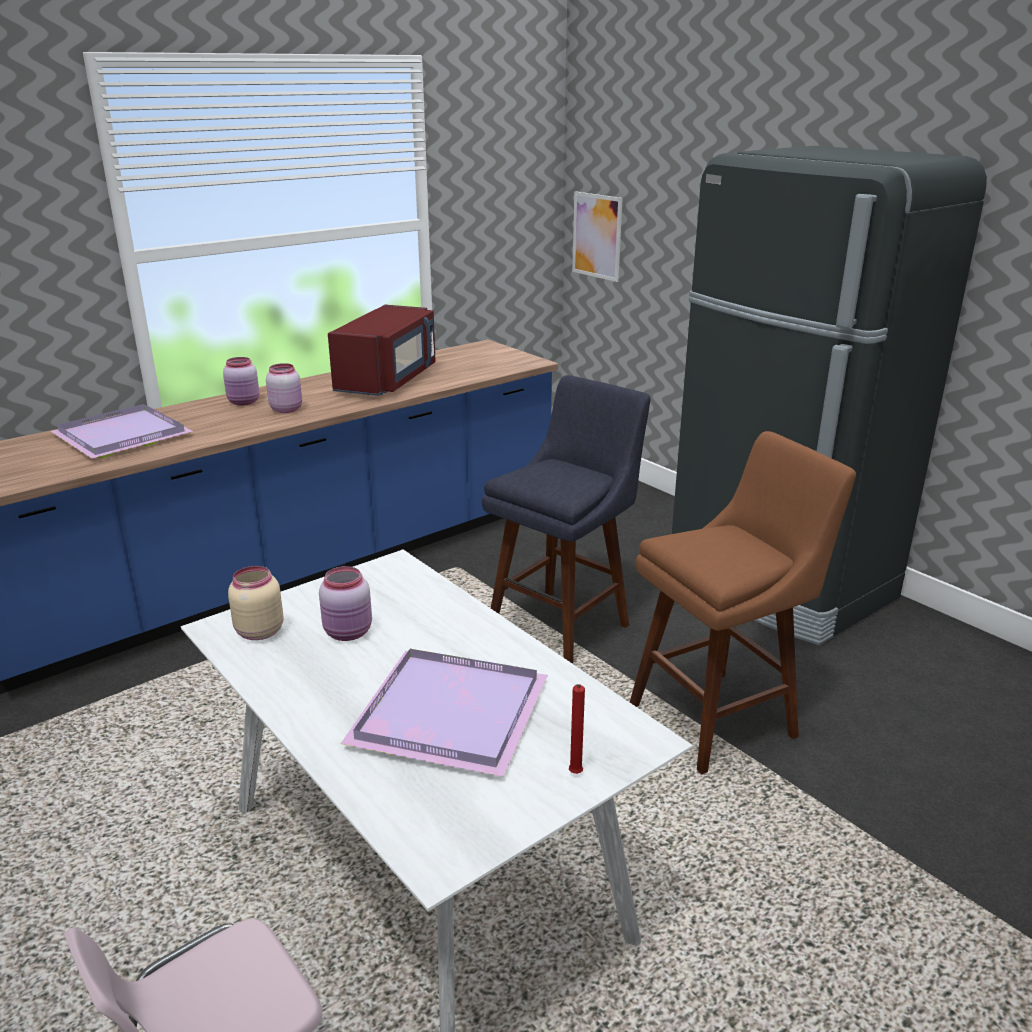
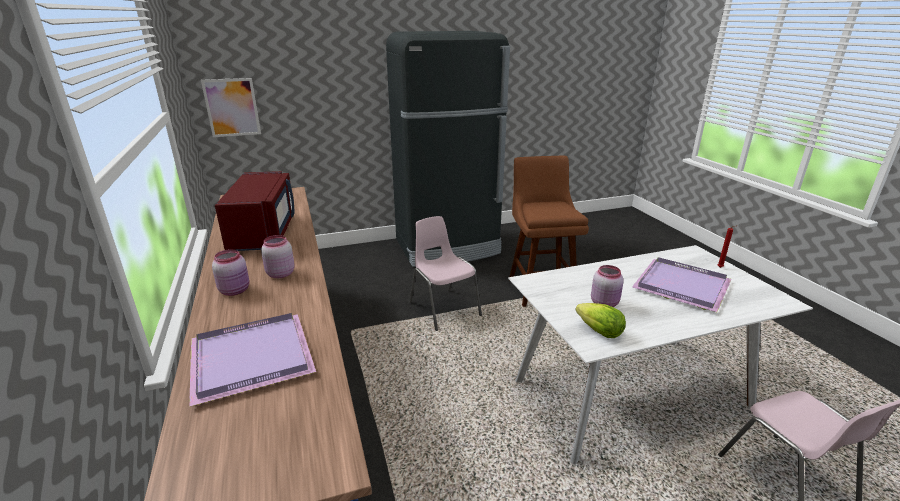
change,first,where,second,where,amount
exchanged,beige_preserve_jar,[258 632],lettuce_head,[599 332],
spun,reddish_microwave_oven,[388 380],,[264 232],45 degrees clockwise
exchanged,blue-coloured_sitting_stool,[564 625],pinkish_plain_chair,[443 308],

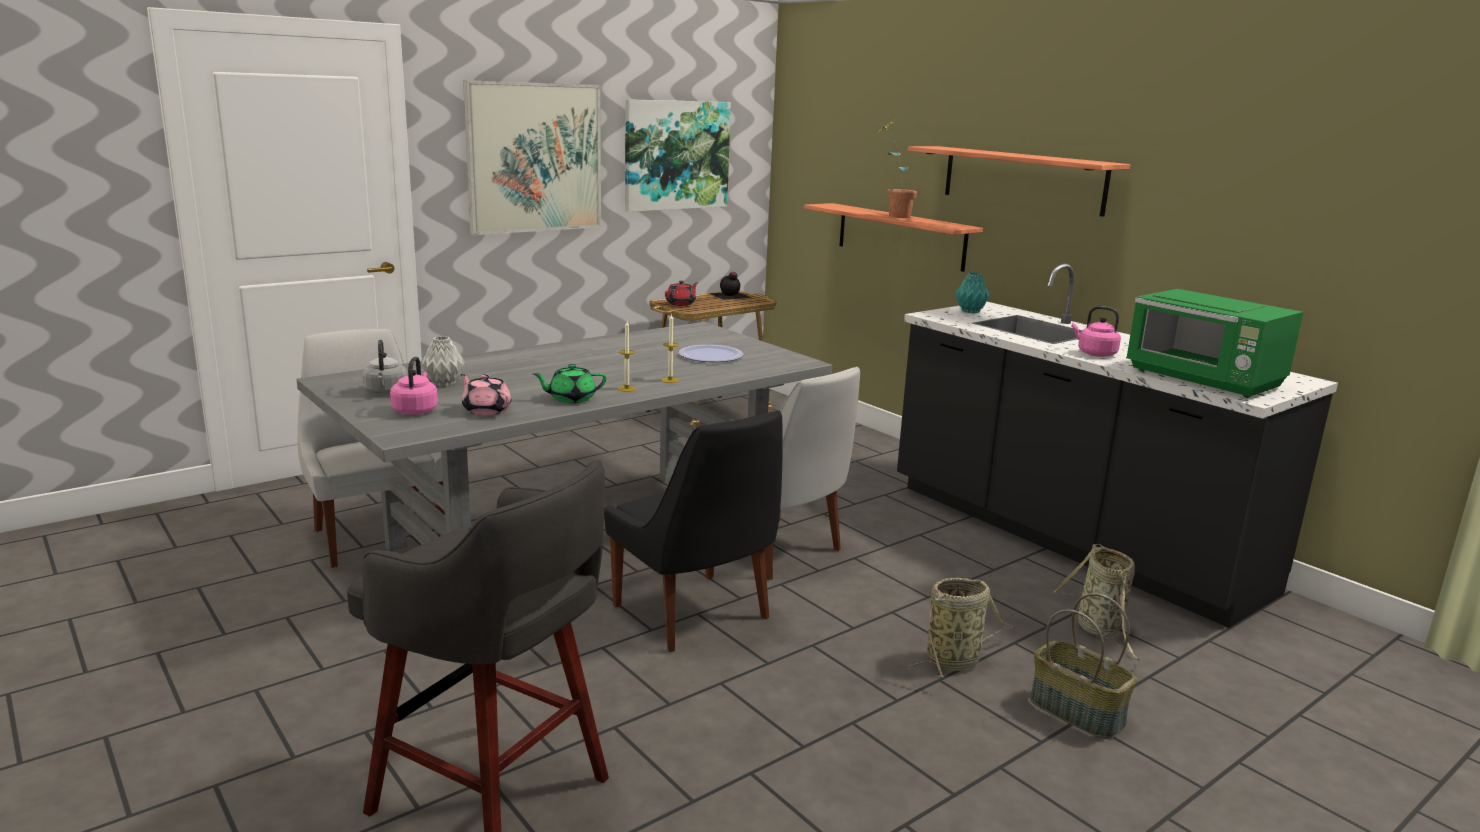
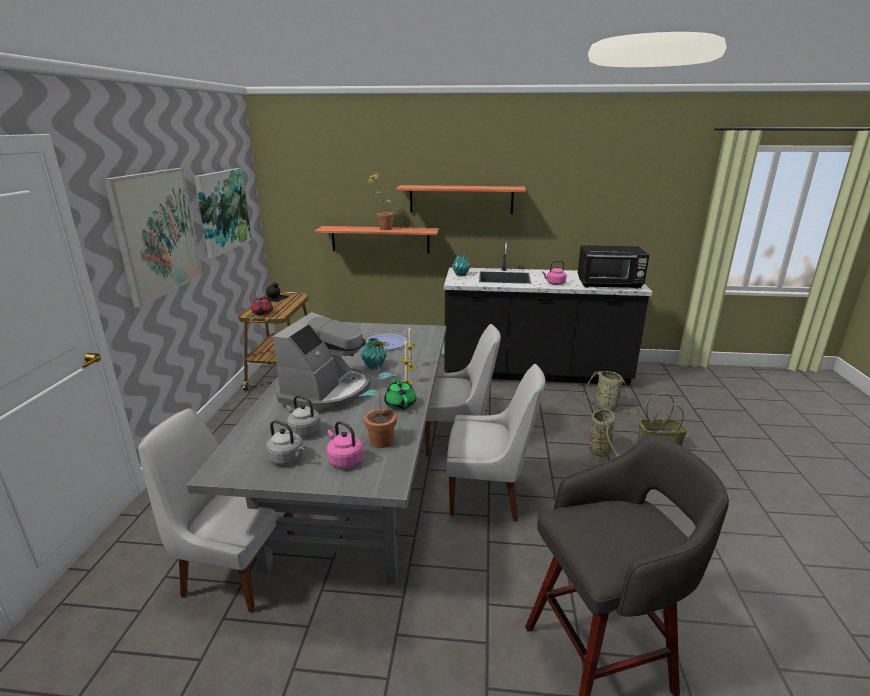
change,first,where,second,where,amount
exchanged,gray_decorative_vase,[444 383],gray_water_kettle,[303 431],
exchanged,pinkish_pot_for_tea,[486 410],potted_plant,[381 436],
spun,green-coloured_pot_for_tea,[571 399],,[400 404],135 degrees clockwise
colour,black-coloured_plain_chair,[694 614],whitish_plain_chair,[489 495],
colour,green-coloured_microwave_oven,[1204 380],black-coloured_microwave_oven,[610 284],
appeared,,,coffee_maker,[327 392],
appeared,,,turquoise-coloured_decorative_vase,[374 366],

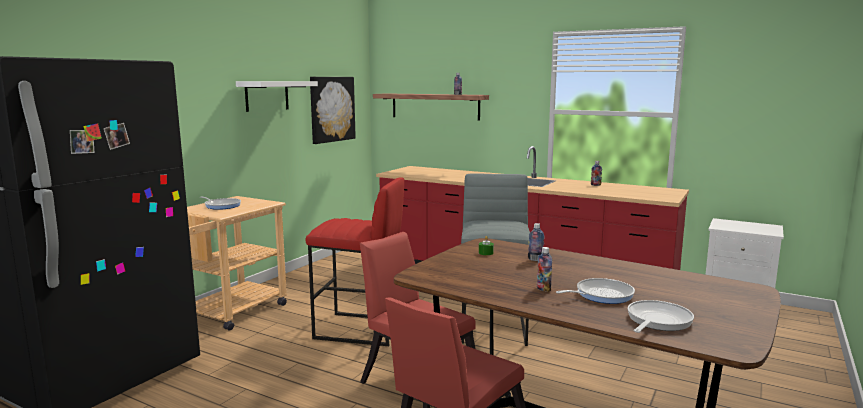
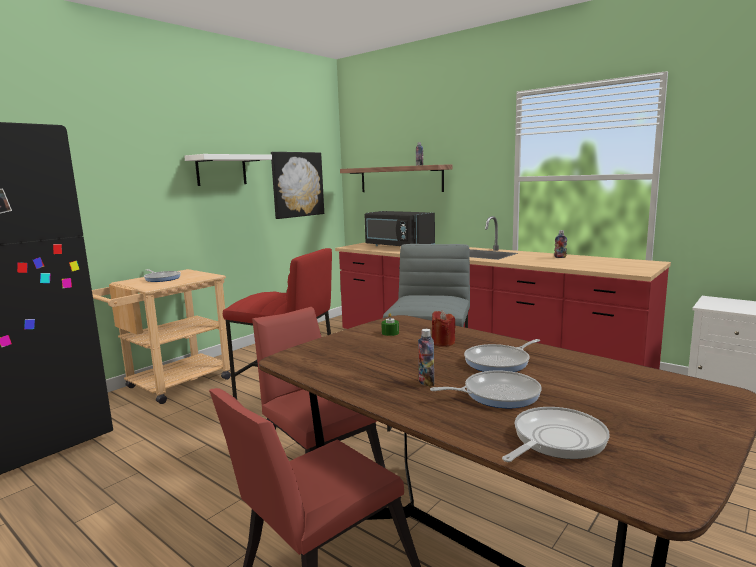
change,first,where,second,where,amount
exchanged,bottle,[535 259],reddish_wax_candle,[443 342],
appeared,,,black-coloured_microwave_oven,[397 246],
appeared,,,frying_pan,[499 362],

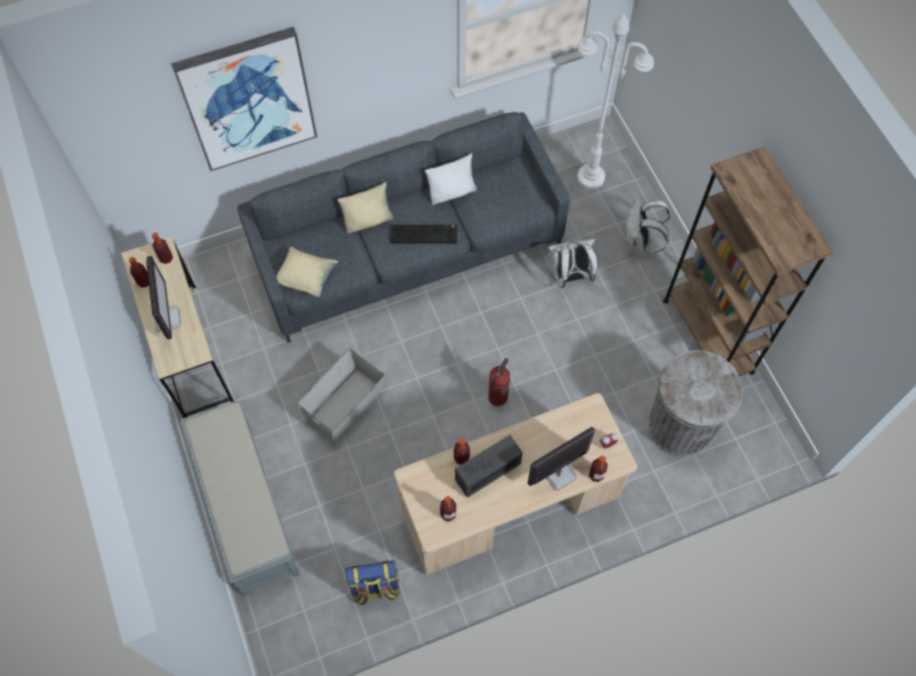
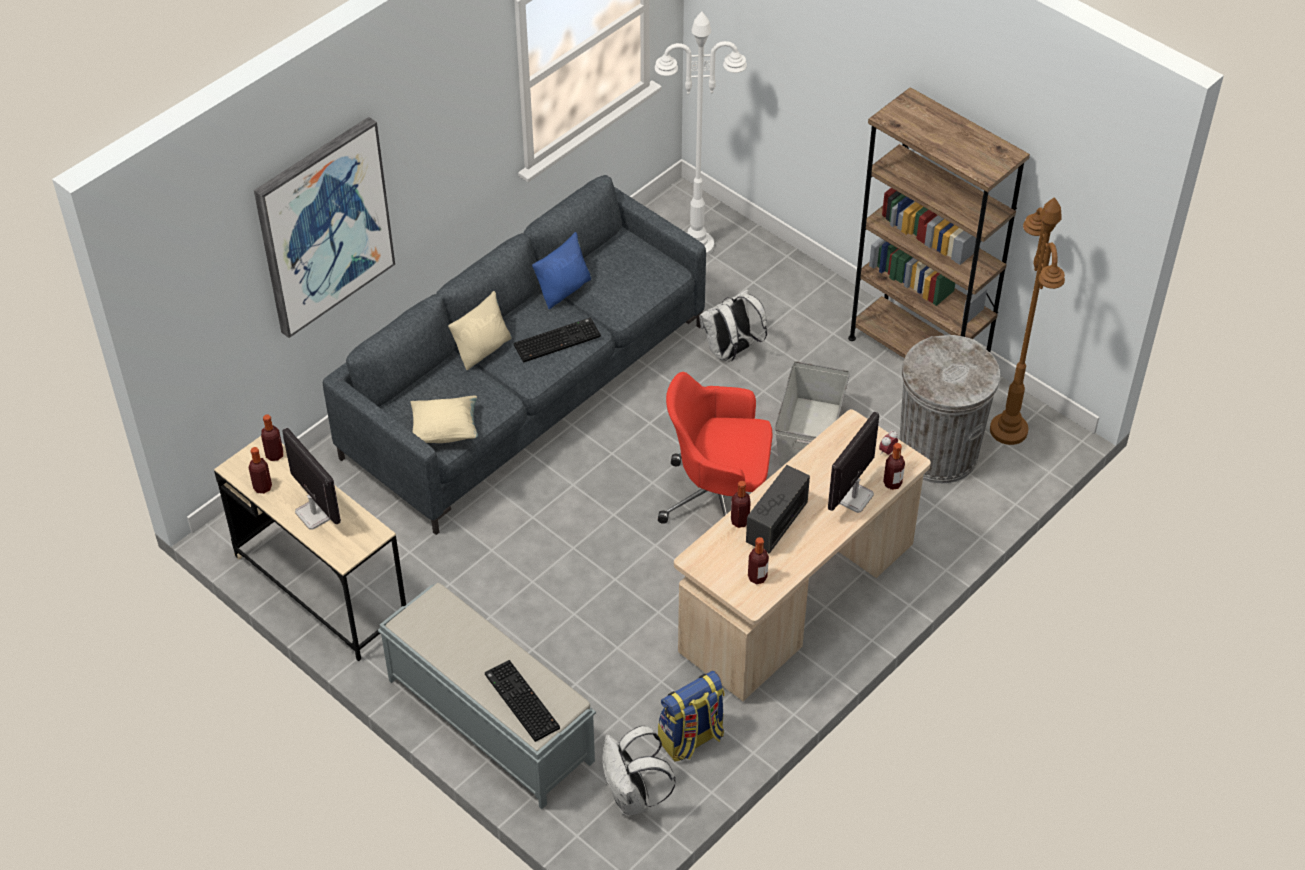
change,first,where,second,where,amount
relocated,gray_storage_bin,[344 405],,[809 435],
colour,whitish_cushion,[452 192],blue-coloured_cushion,[564 289],
exchanged,extinguisher,[497 396],reddish_computer_chair,[718 499],
relocated,whitish_backpack,[639 244],,[633 798],
appeared,,,computer_keyboard,[520 701],
appeared,,,brown_floor_lamp,[1009 430],

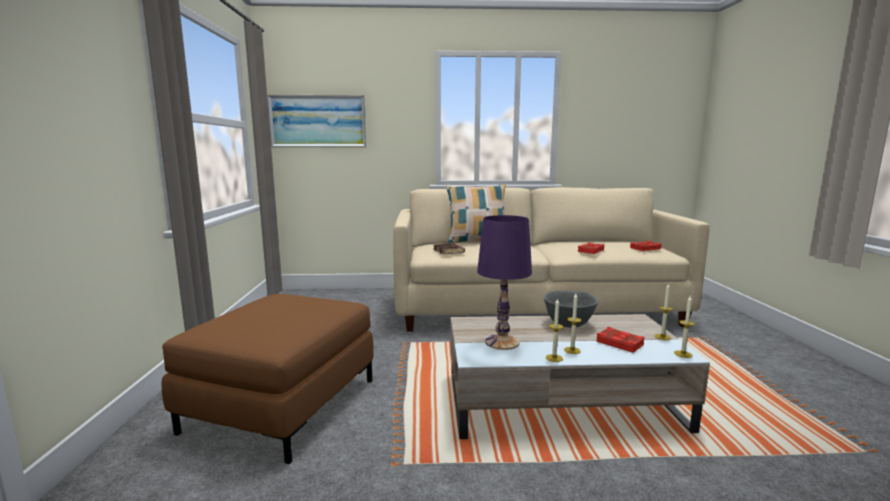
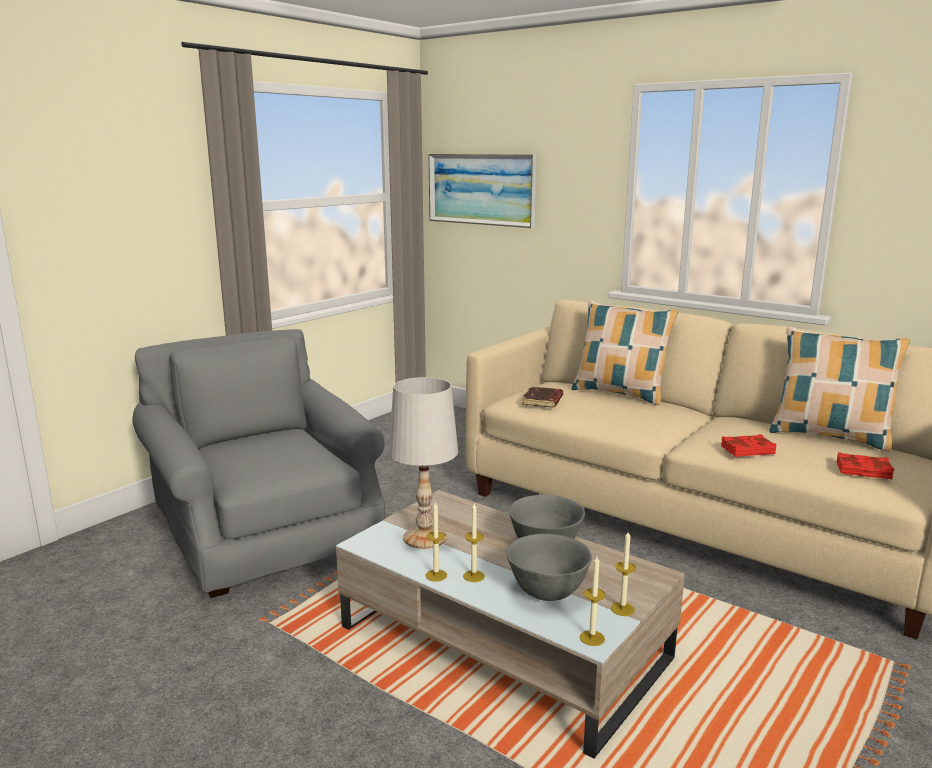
change,first,where,second,where,amount
exchanged,brown_footrest,[283 405],gray_lounge_chair,[265 529],
colour,purple-coloured_tabletop_lamp,[502 342],whitish_tabletop_lamp,[425 537],
exchanged,reddish_book,[620 343],gray_bowl,[547 592],
appeared,,,cushion,[829 436],

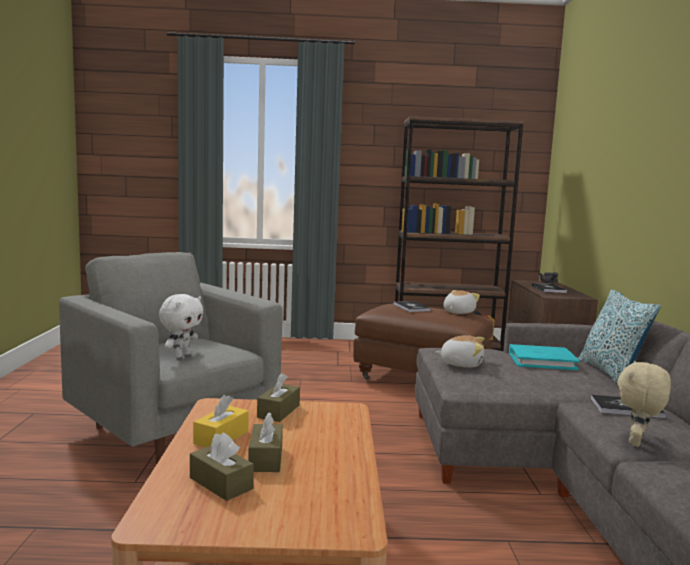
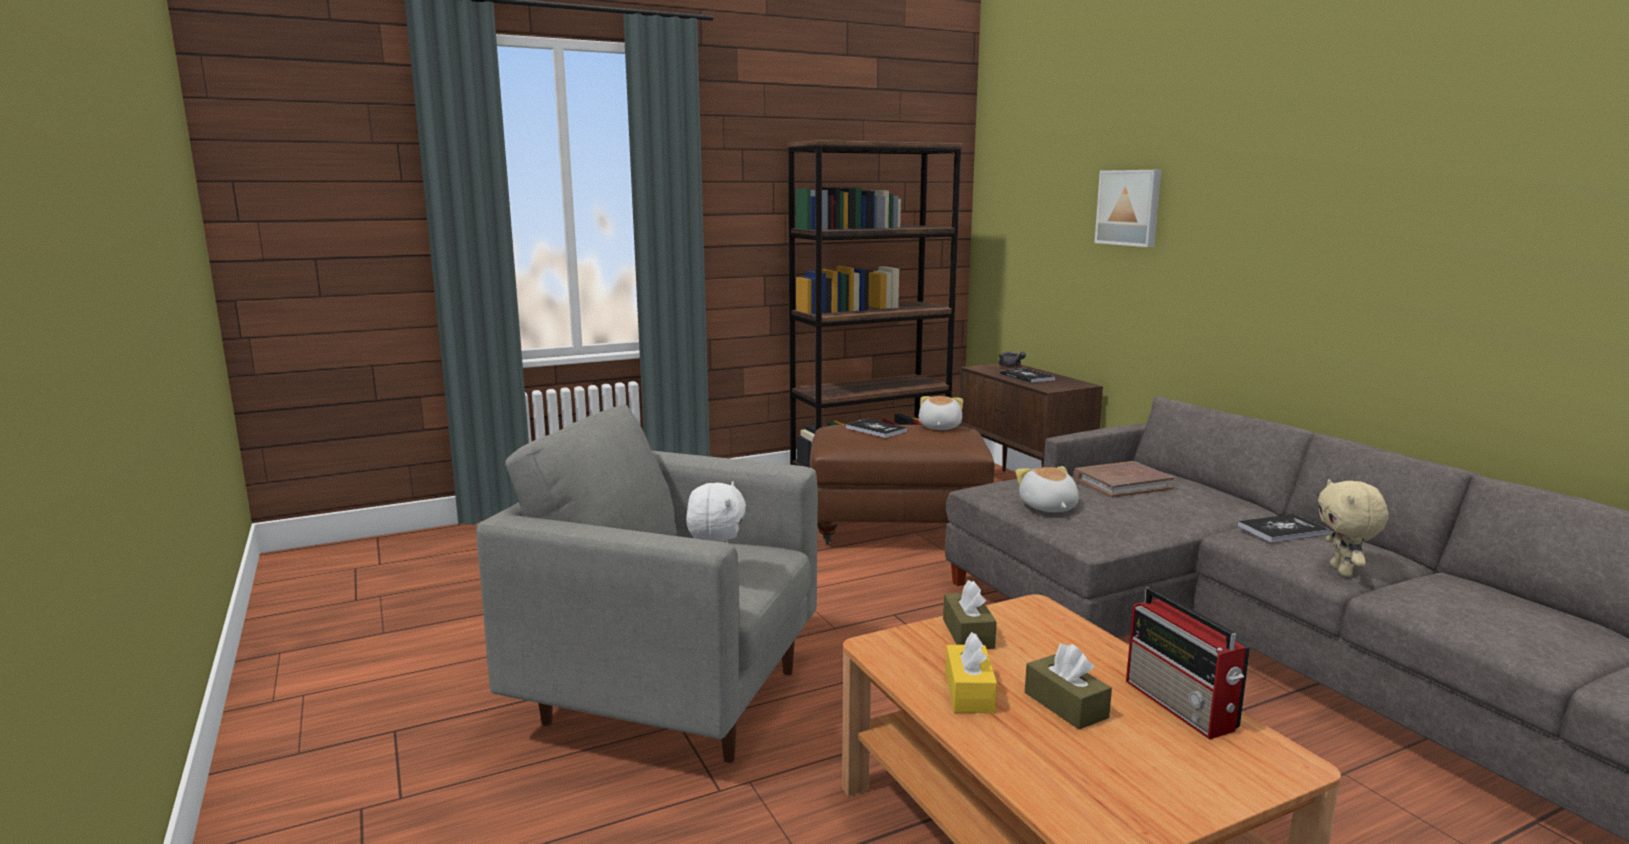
change,first,where,second,where,amount
missing,brown_tissue_holder,[221 483],,,
spun,soft_toy,[461 364],,[1048 507],90 degrees counterclockwise
colour,turquoise-coloured_book,[541 361],brown_book,[1121 483],
missing,cushion,[610 373],,,
appeared,,,wall_picture,[1129 207],
appeared,,,radio_receiver,[1182 706],

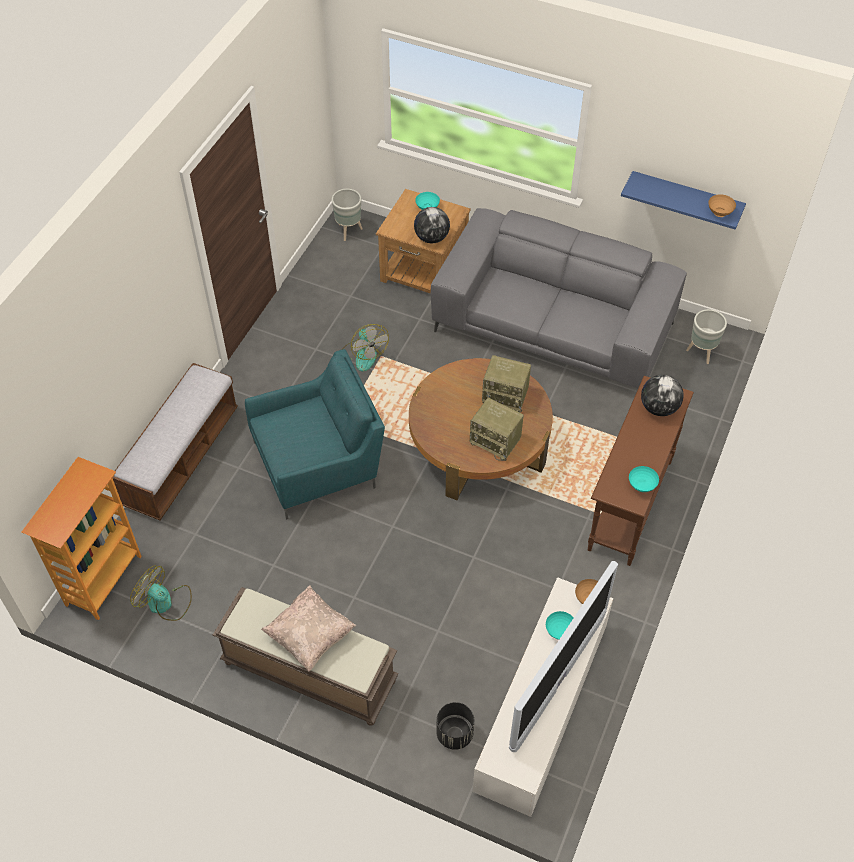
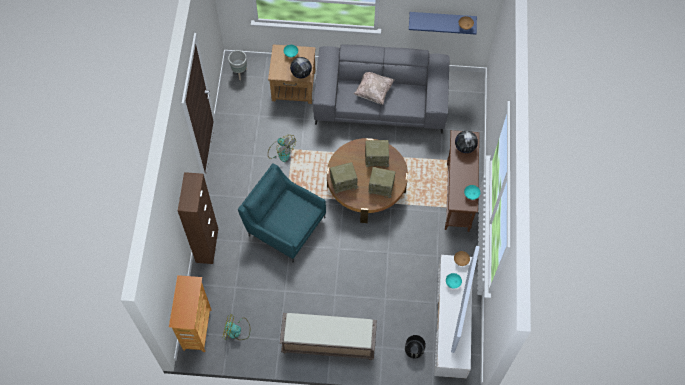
change,first,where,second,where,amount
exchanged,long_seat,[182 457],brown_storage_cabinet,[207 245],
spun,turquoise-coloured_lounge_chair,[319 463],,[284 224],105 degrees counterclockwise
relocated,beige_cushion,[310 636],,[373 92],
missing,gray_planter,[702 353],,,
appeared,,,radio_receiver,[344 182],

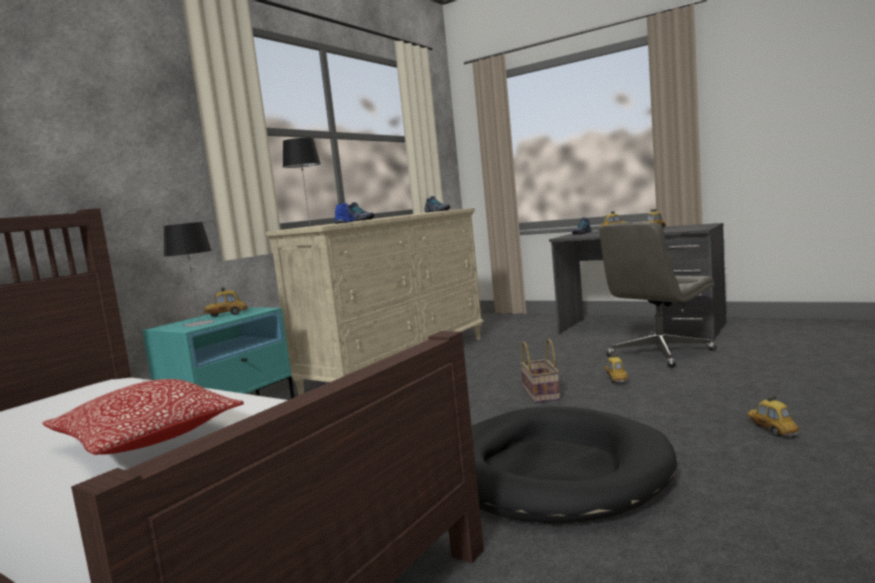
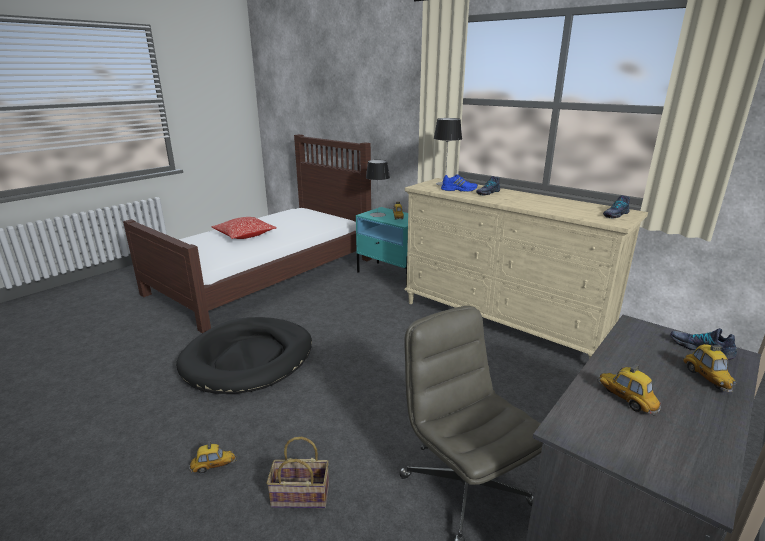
change,first,where,second,where,amount
relocated,household_basket,[542 394],,[298 496],
missing,miniature_car,[615 379],,,

